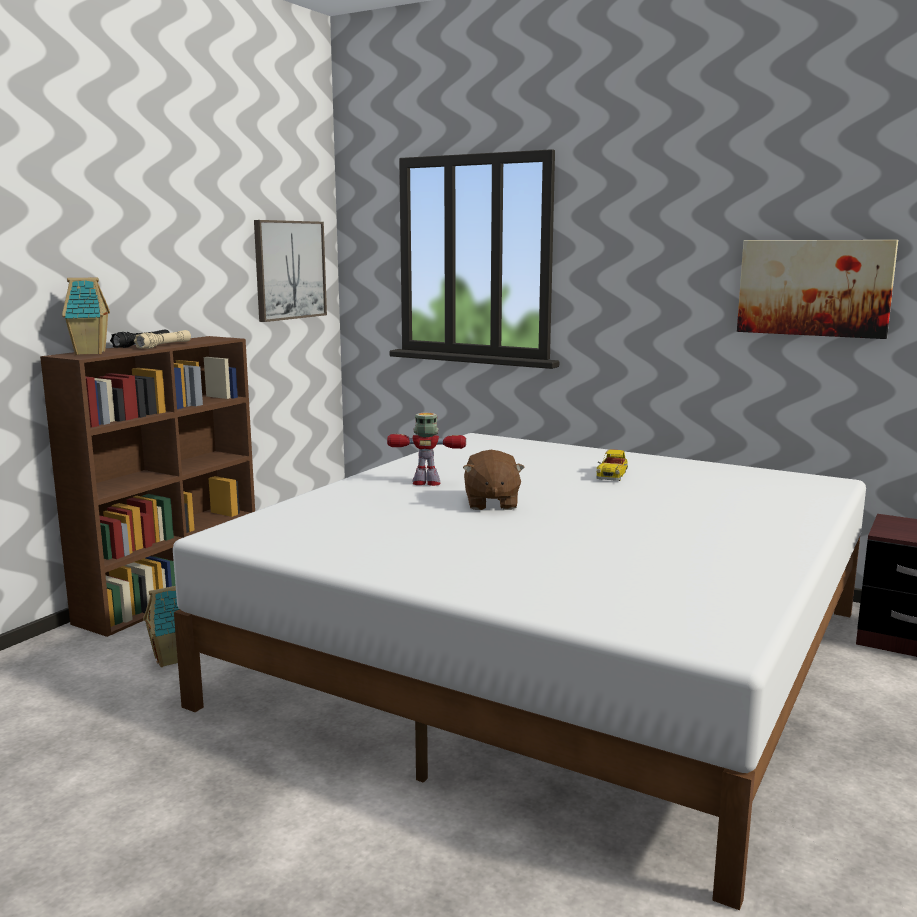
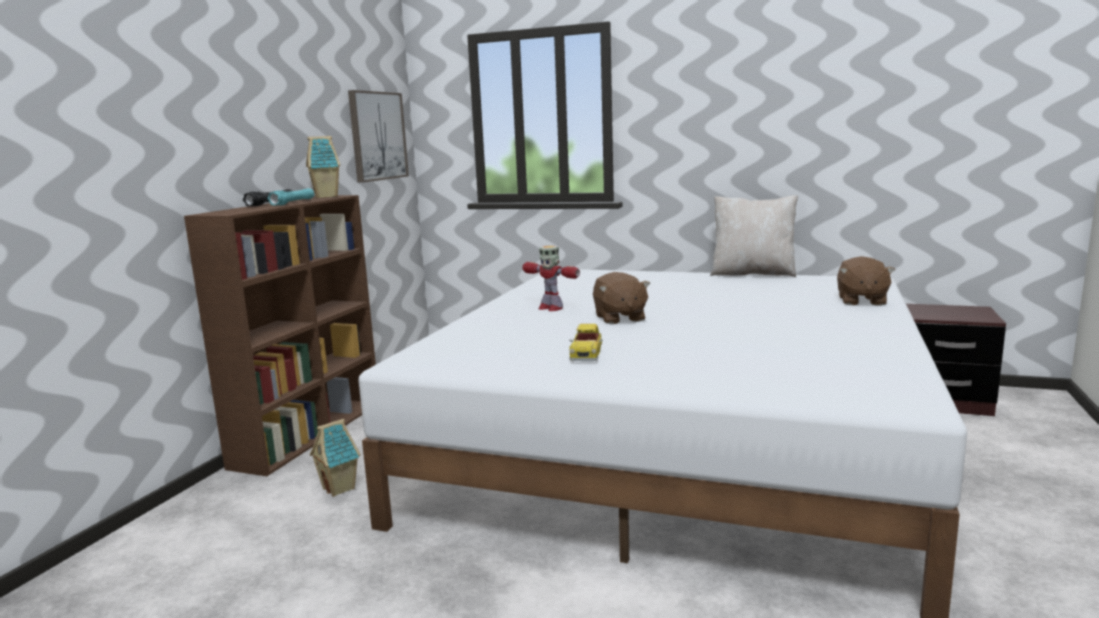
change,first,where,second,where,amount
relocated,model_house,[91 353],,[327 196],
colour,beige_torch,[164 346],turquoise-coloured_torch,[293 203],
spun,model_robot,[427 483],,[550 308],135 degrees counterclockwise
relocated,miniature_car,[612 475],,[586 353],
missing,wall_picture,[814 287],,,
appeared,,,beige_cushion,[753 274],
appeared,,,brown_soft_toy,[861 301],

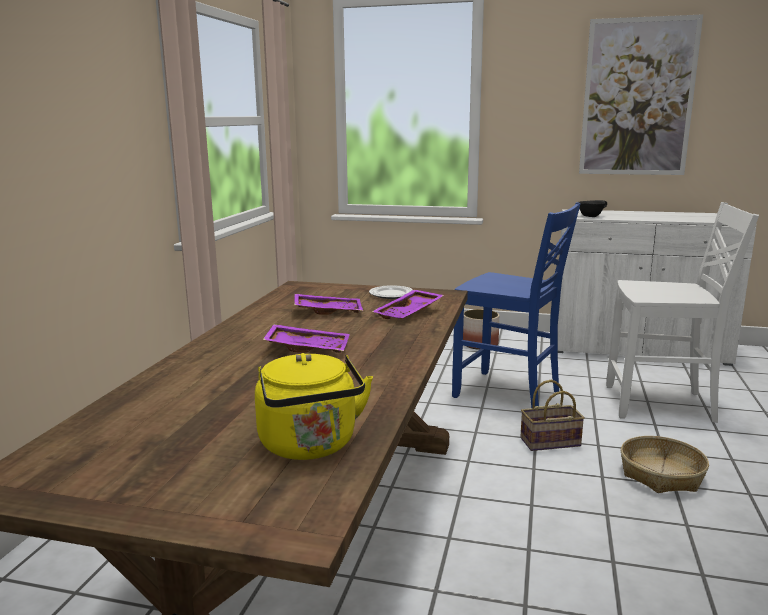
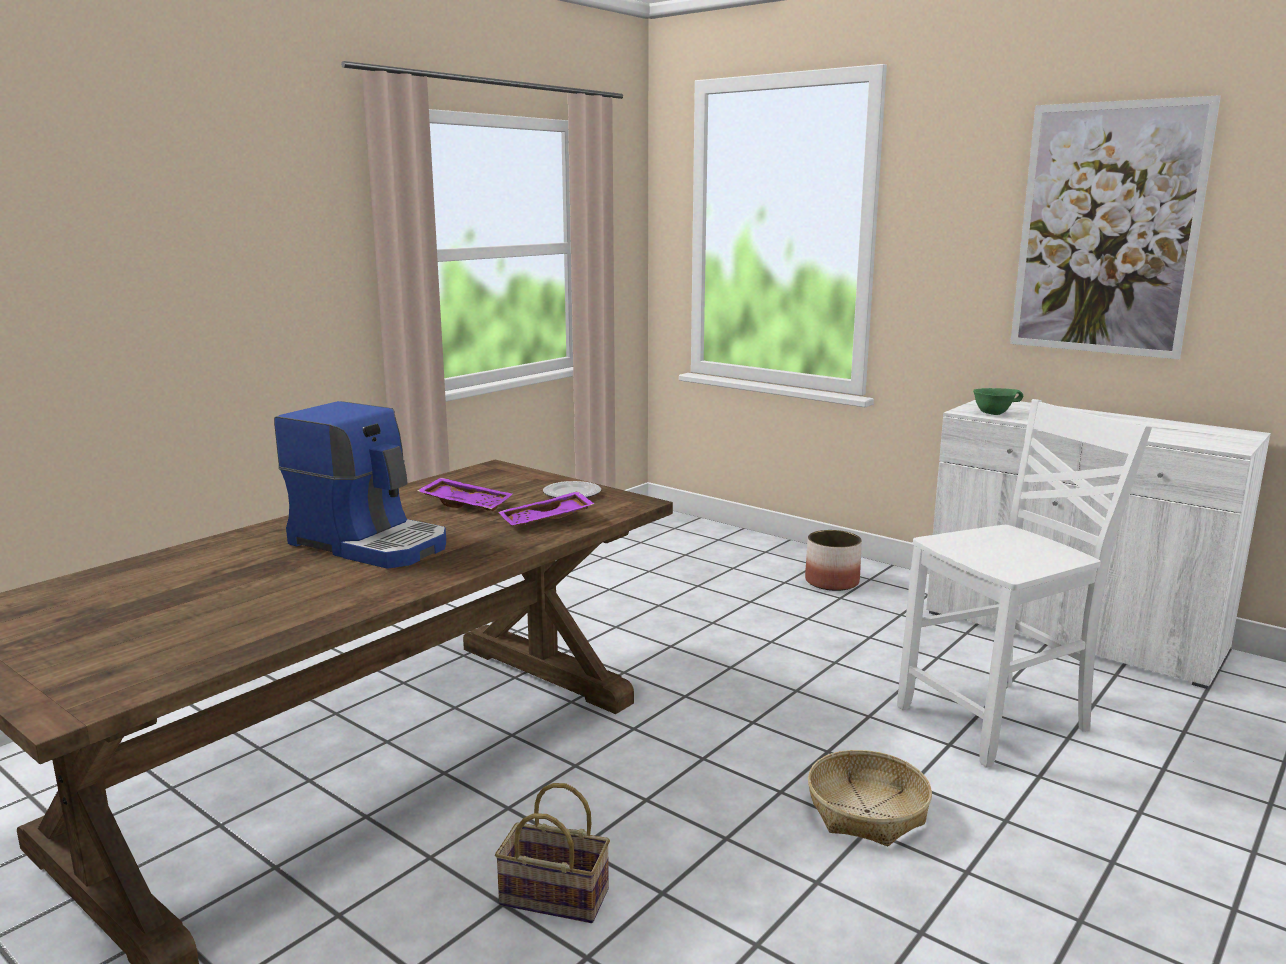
change,first,where,second,where,amount
missing,yellow-coloured_water_kettle,[310 446],,,
exchanged,purple-coloured_carrying_tray,[308 348],coffee_maker,[371 543],
missing,blue-coloured_plain_chair,[509 394],,,
relocated,household_basket,[549 442],,[551 898],
colour,black-coloured_bowl,[590 216],green-coloured_bowl,[993 413],
spun,whitish_plain_chair,[661 405],,[998 720],60 degrees counterclockwise

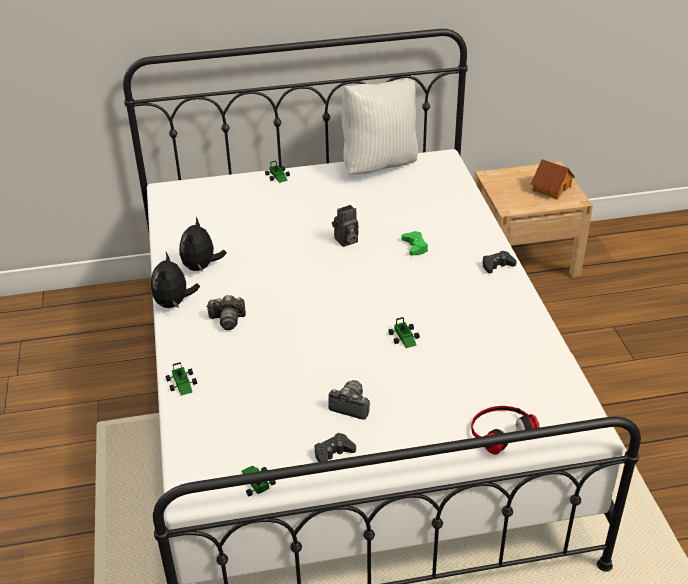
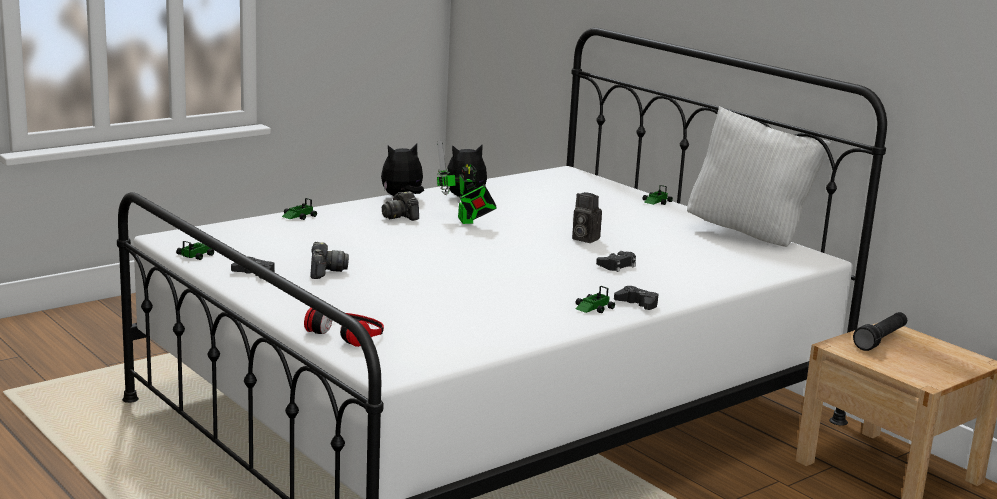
change,first,where,second,where,amount
relocated,miniature_car,[405 338],,[592 308],
colour,green-coloured_gamepad,[415 247],black-coloured_gamepad,[617 265],
missing,model_house,[551 188],,,
appeared,,,model_robot,[466 221],
appeared,,,black-coloured_torch,[881 340],

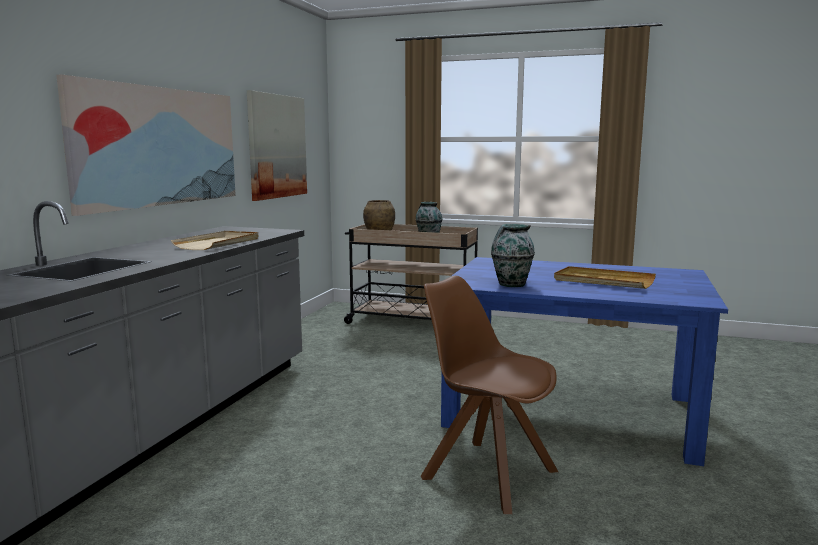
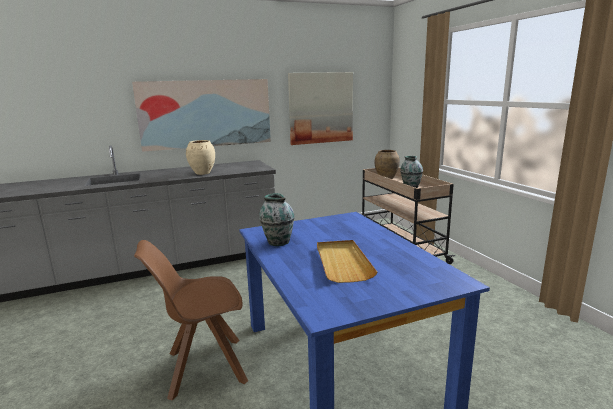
change,first,where,second,where,amount
exchanged,beige_carrying_tray,[218 243],beige_decorative_vase,[203 173],
spun,brown_plain_chair,[486 473],,[203 367],105 degrees counterclockwise

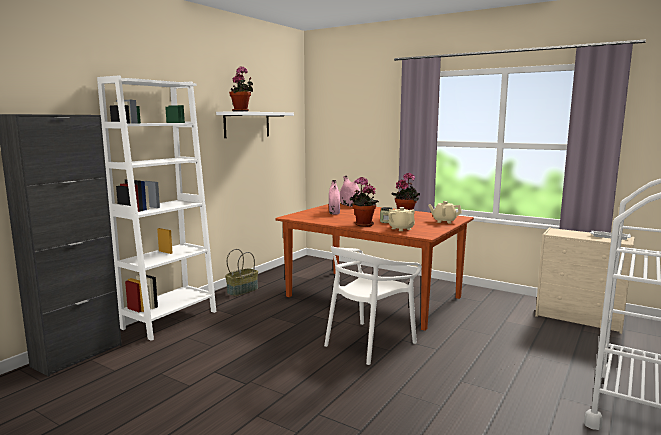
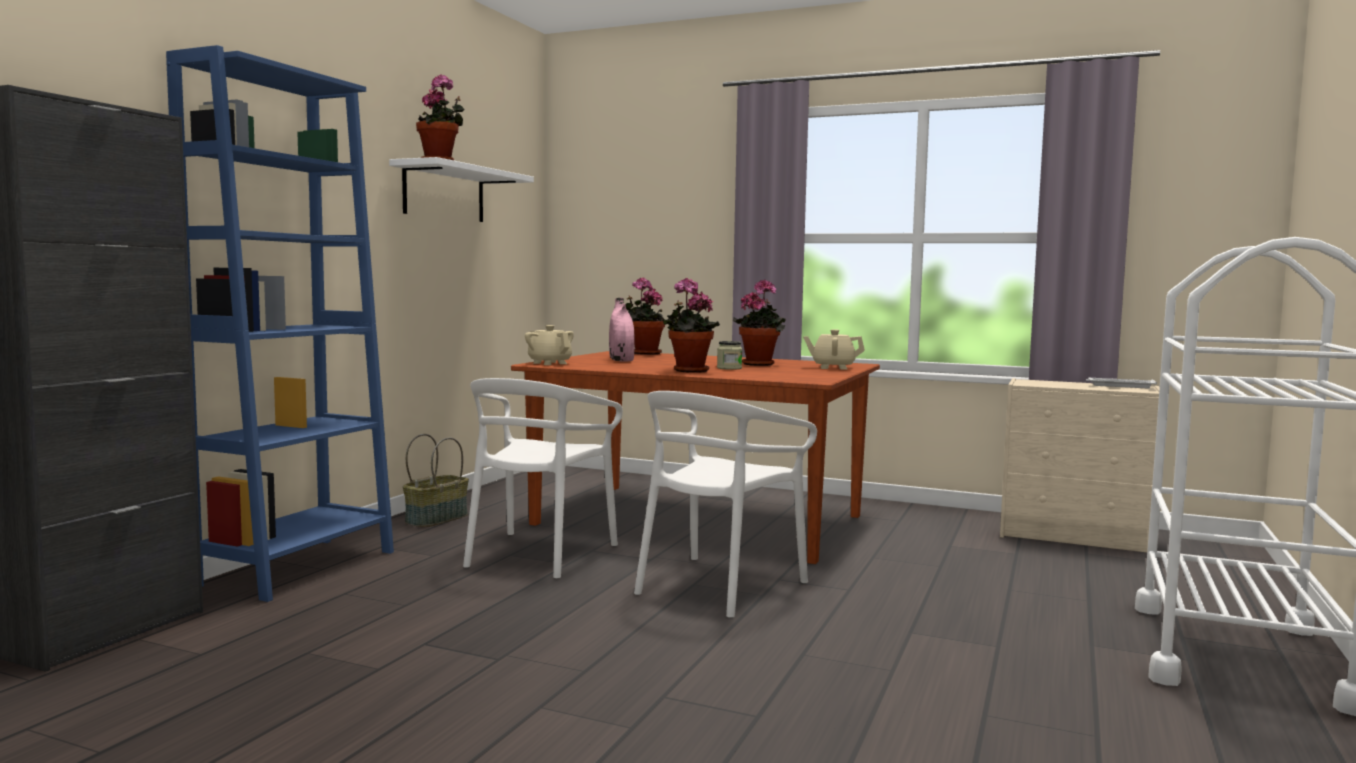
change,first,where,second,where,amount
colour,whitish_bookcase,[170 320],blue-coloured_bookcase,[298 568],
exchanged,pinkish_decorative_vase,[350 205],potted_plant,[644 353],
relocated,beige_pot_for_tea,[401 229],,[549 363],
appeared,,,whitish_plain_chair,[539 554],

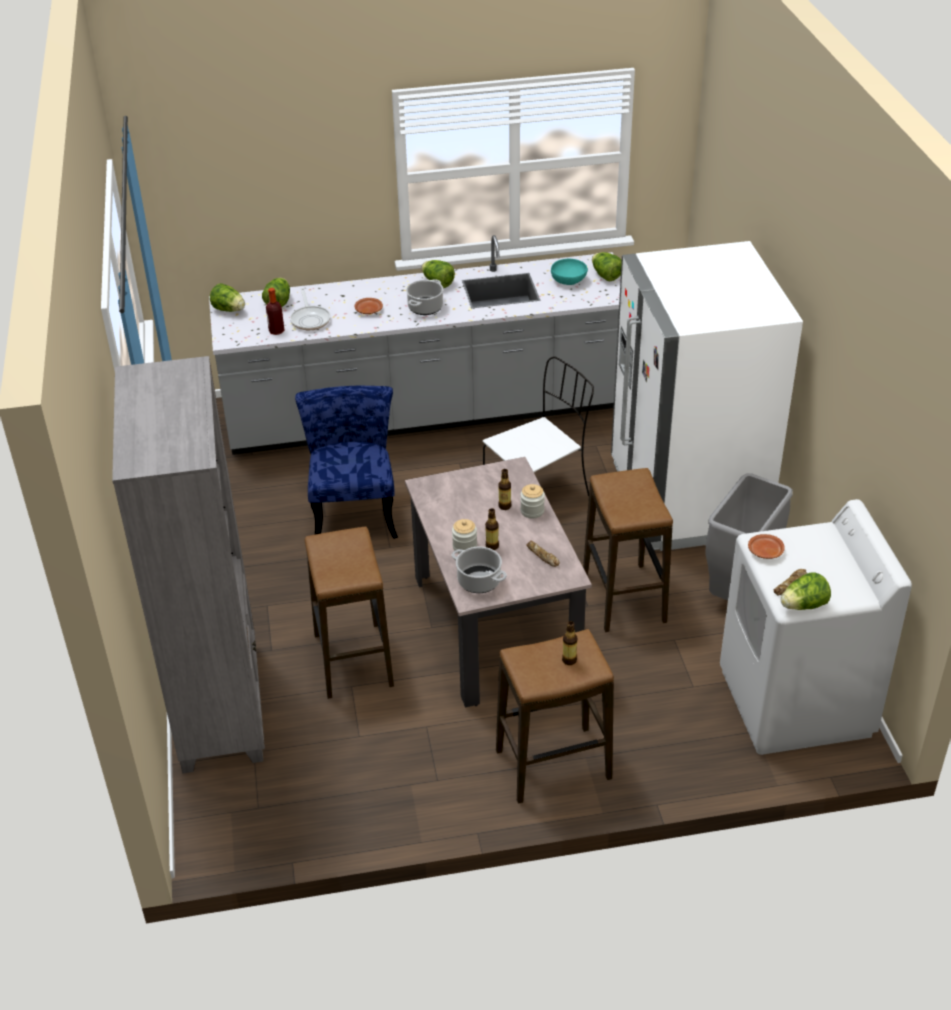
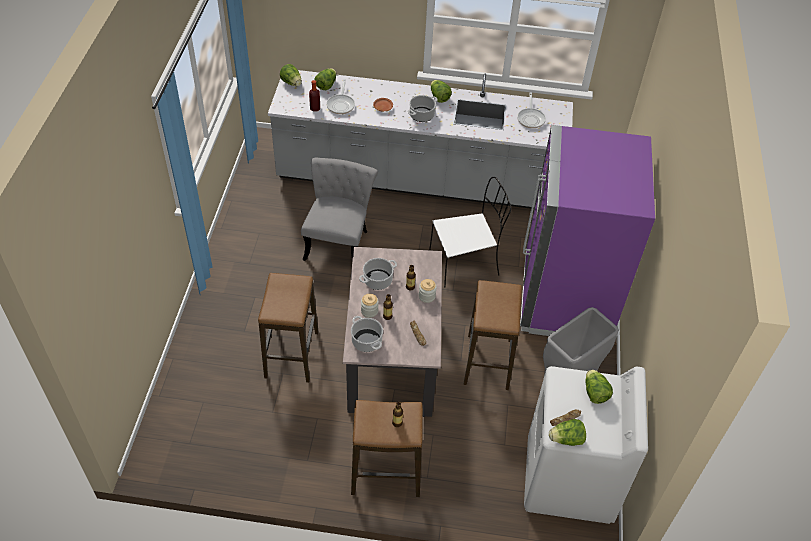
change,first,where,second,where,amount
missing,gray_bookcase,[221 705],,,
colour,blue-coloured_plain_chair,[354 510],gray_plain_chair,[339 241],
exchanged,turquoise-coloured_bowl,[569 280],frying_pan,[531 118],
relocated,lettuce_head,[605 276],,[594 393],
colour,whitish_refrigerator,[687 499],purple-coloured_refrigerator,[565 297],
missing,brown_dinner_plate,[765 552],,,
appeared,,,saucepot,[378 280],

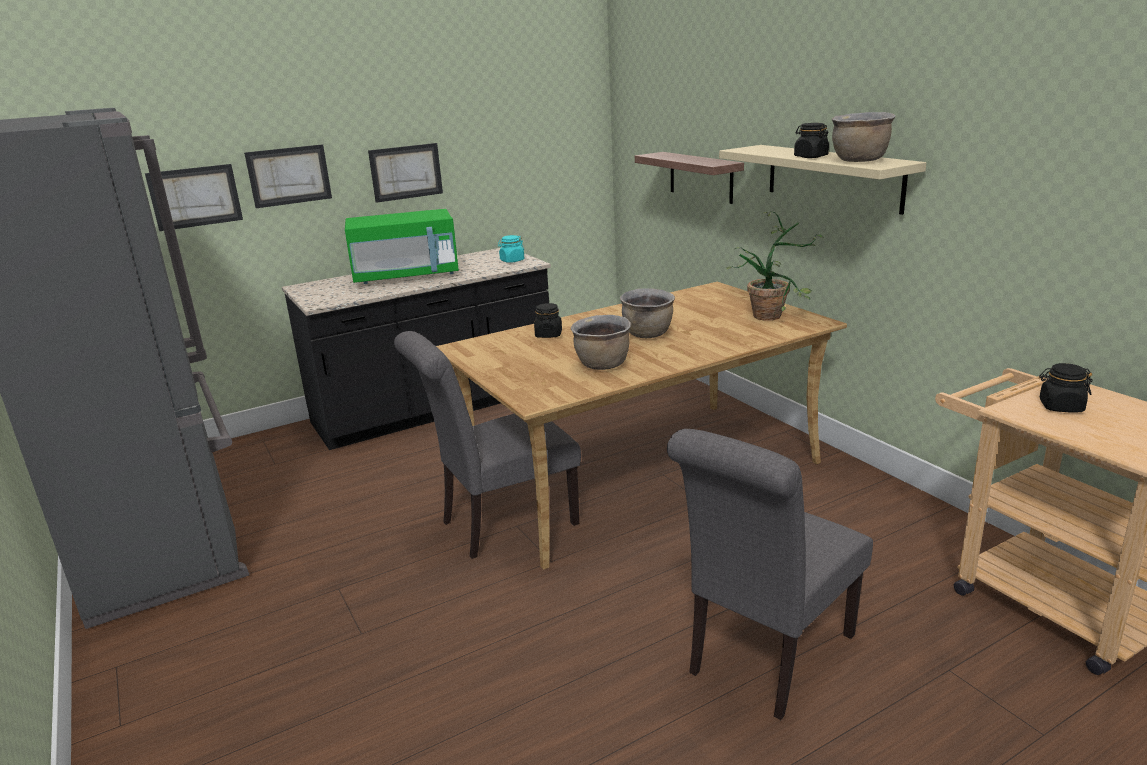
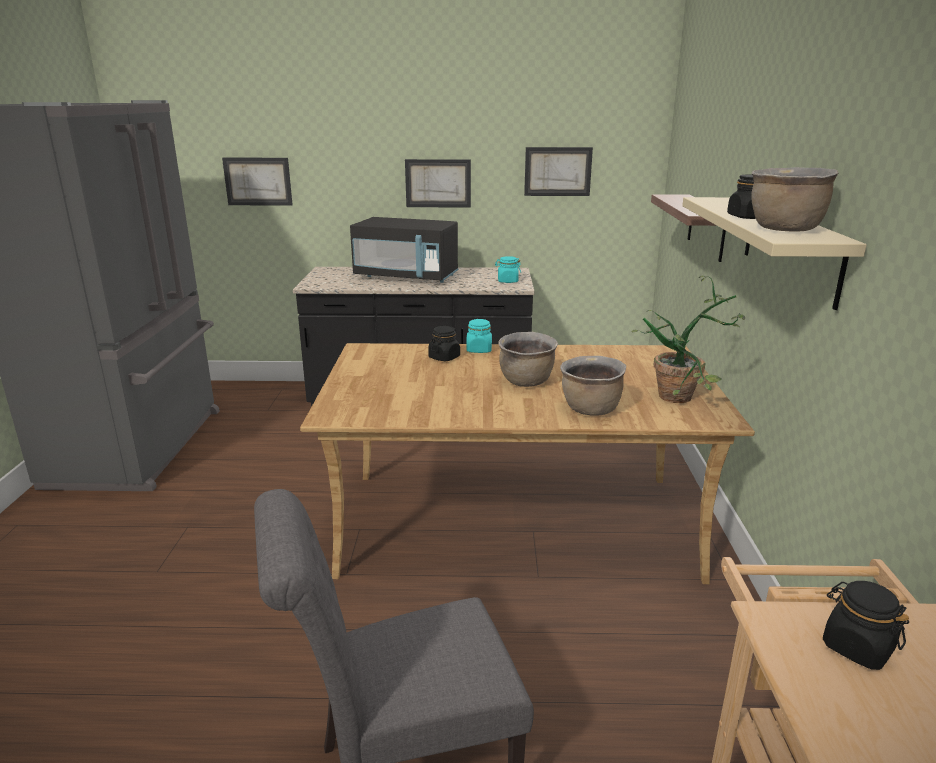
change,first,where,second,where,amount
relocated,wall_picture,[289 175],,[557 171],
colour,green-coloured_microwave_oven,[406 276],black-coloured_microwave_oven,[406 277],
missing,gray_plain_chair,[501 524],,,
relocated,brown_saucepot,[602 365],,[590 410],
appeared,,,turquoise-coloured_preserve_jar,[479 350],

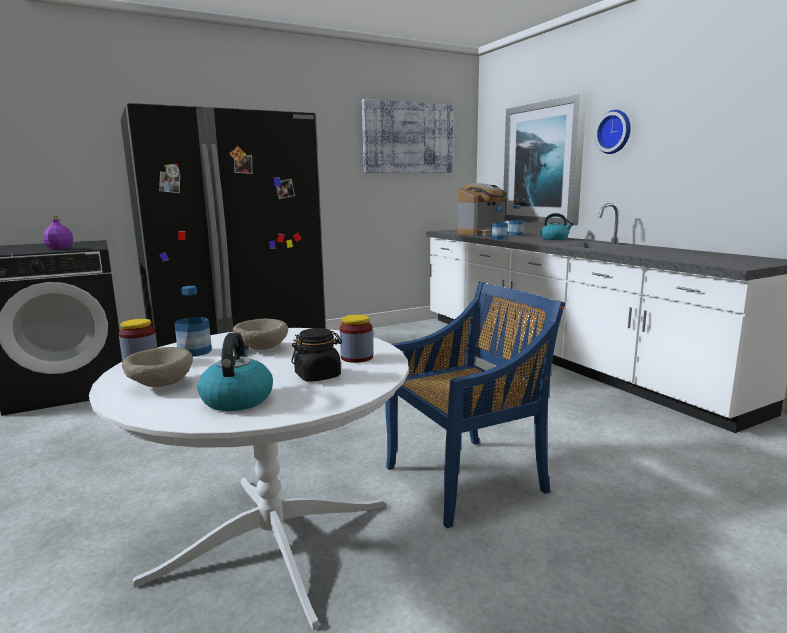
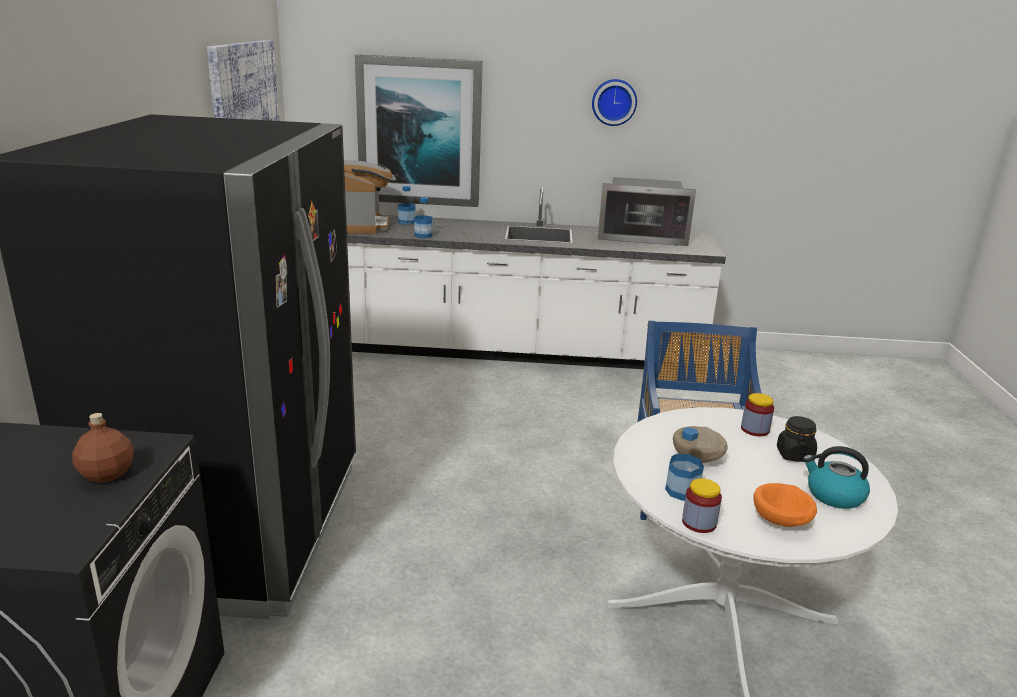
change,first,where,second,where,amount
colour,purple-coloured_bottle,[60 248],brown_bottle,[107 474],
colour,beige_bowl,[160 385],orangey_bowl,[782 522],
missing,water_kettle,[555 239],,,
relocated,hanging_clock,[615 132],,[614 102],
appeared,,,microwave_oven,[642 236],

